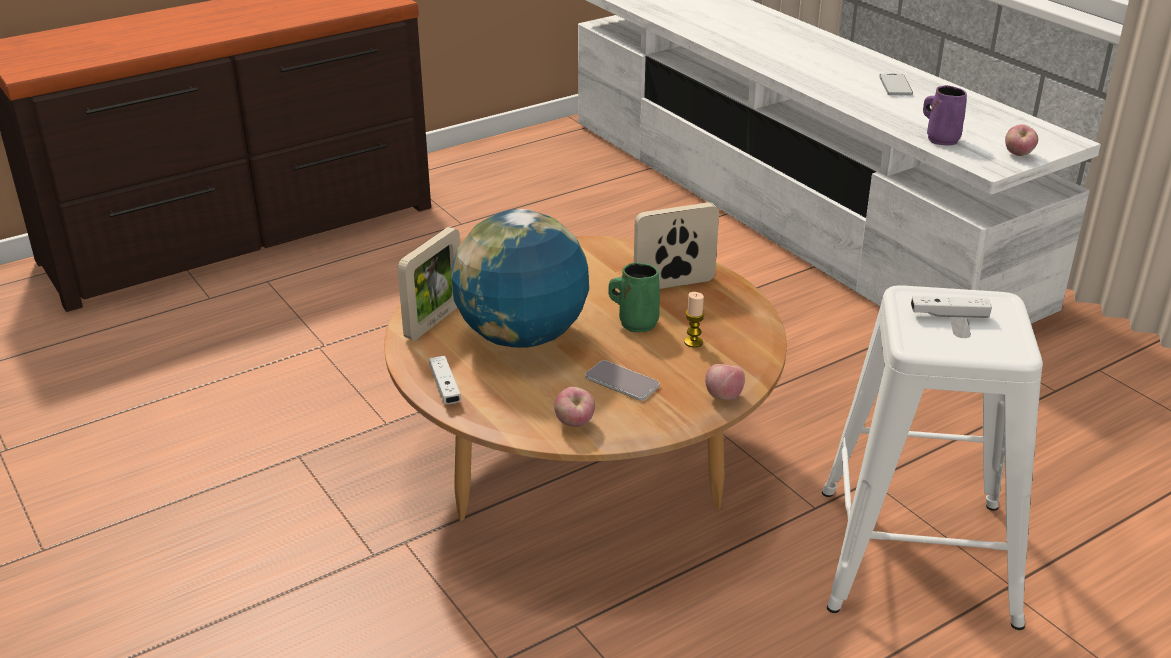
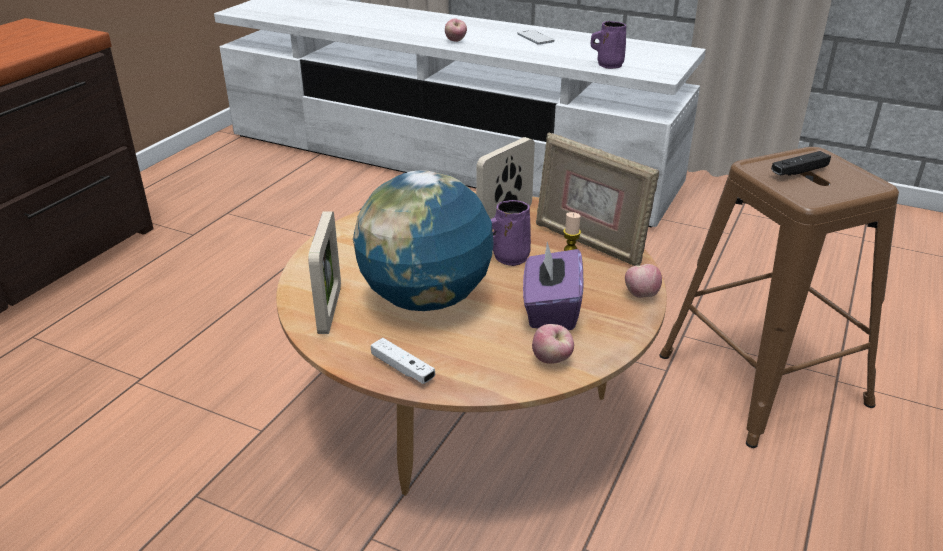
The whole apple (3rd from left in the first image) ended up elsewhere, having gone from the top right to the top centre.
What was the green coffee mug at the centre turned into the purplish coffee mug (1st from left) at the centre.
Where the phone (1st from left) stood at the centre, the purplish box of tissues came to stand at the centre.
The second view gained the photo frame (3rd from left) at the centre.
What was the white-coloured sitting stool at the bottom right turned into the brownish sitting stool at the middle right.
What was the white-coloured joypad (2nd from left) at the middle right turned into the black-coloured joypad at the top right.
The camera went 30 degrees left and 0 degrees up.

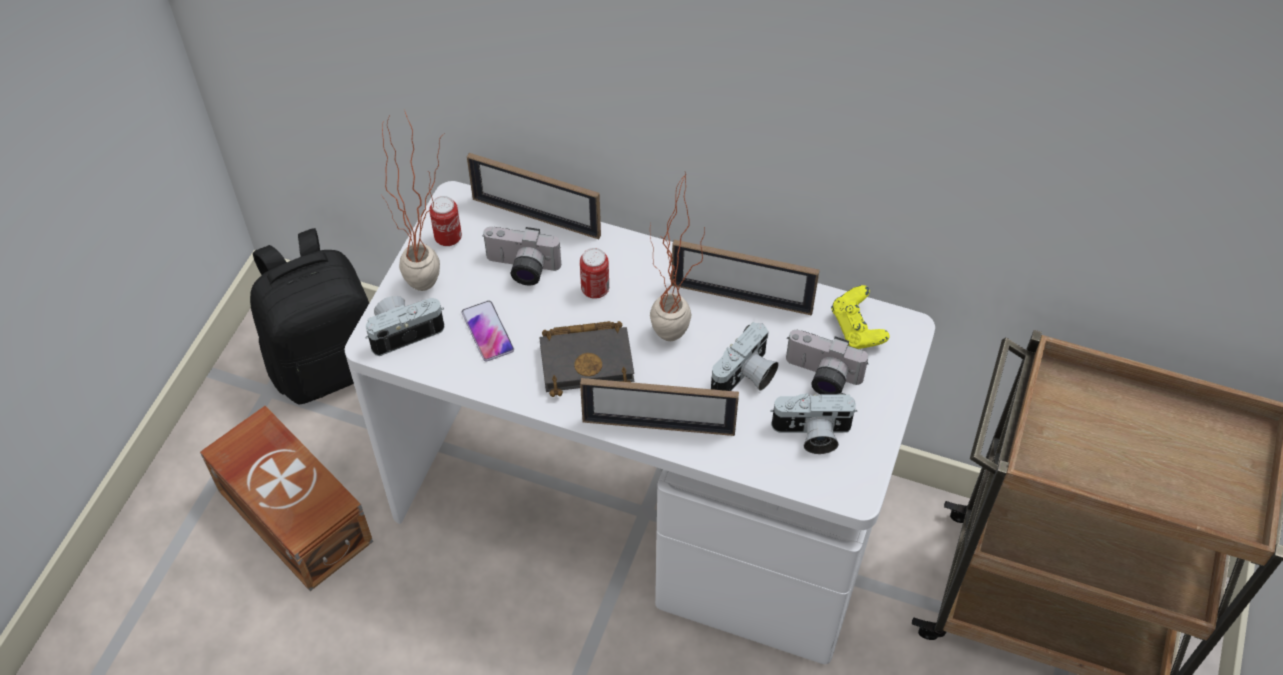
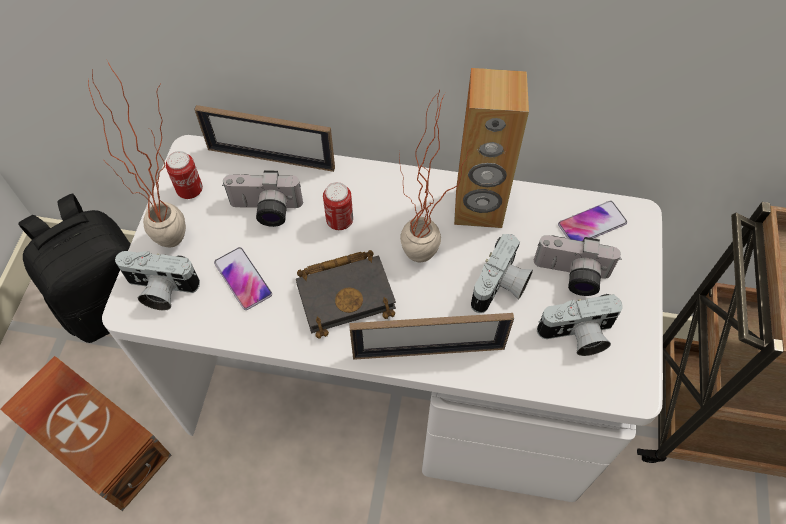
The photo camera (1st from left) at the middle left ended up facing another way, 135 degrees counterclockwise from before.
Where the photo frame (3rd from left) stood at the centre, the brownish audio speaker came to stand at the top centre.
Where the yellow-coloured joypad stood at the middle right, the phone (2nd from left) came to stand at the middle right.
The camera went 10 degrees left and 5 degrees up.

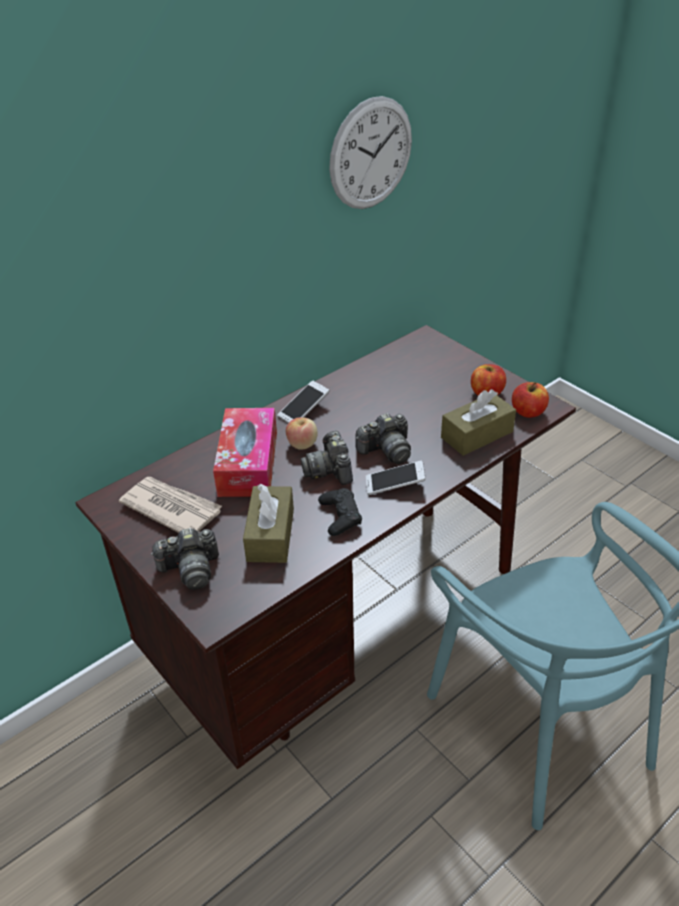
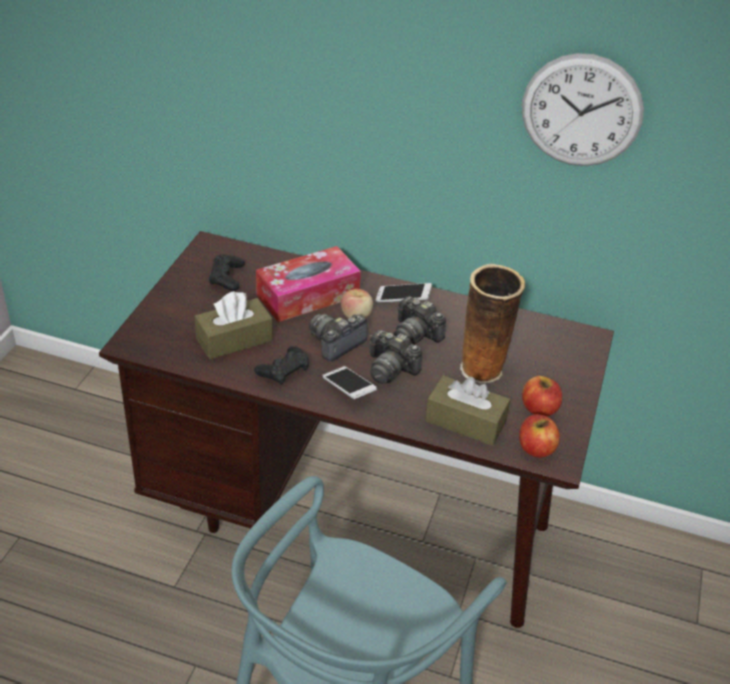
Where the newspaper stood at the middle left, the black-coloured joypad (1st from left) came to stand at the middle left.
The photo camera (1st from left in the first image) ended up elsewhere, having gone from the middle left to the centre.
The second view gained the vase at the middle right.
The camera went 55 degrees right and 0 degrees up.

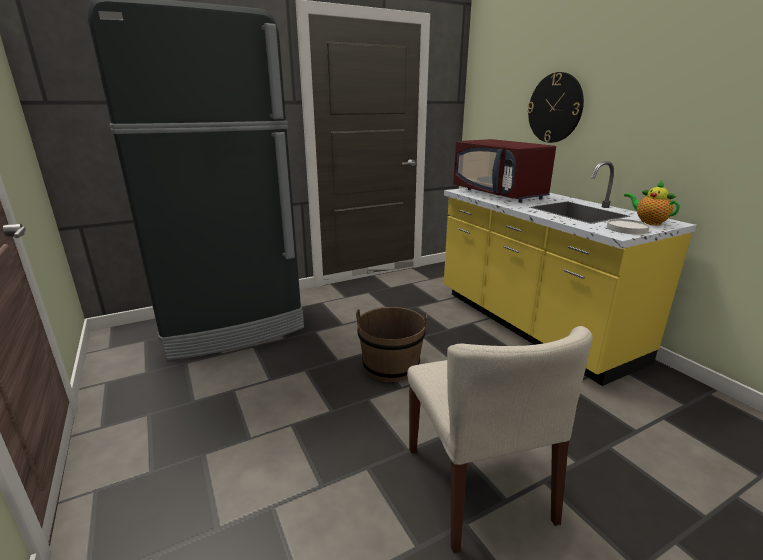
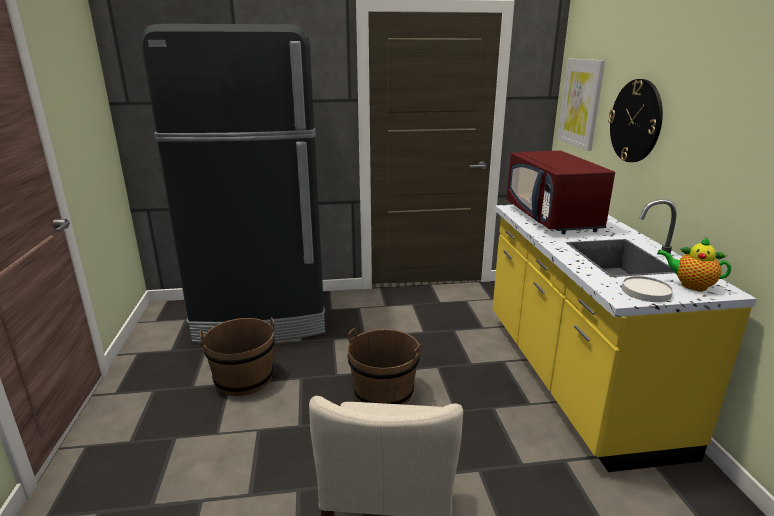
The second view gained the brownish water bucket (1st from left) at the bottom left.
The second view gained the wall art at the top right.
The tea pot at the middle right ended up facing another way, 45 degrees counterclockwise from before.
The camera went 20 degrees right and 0 degrees up.

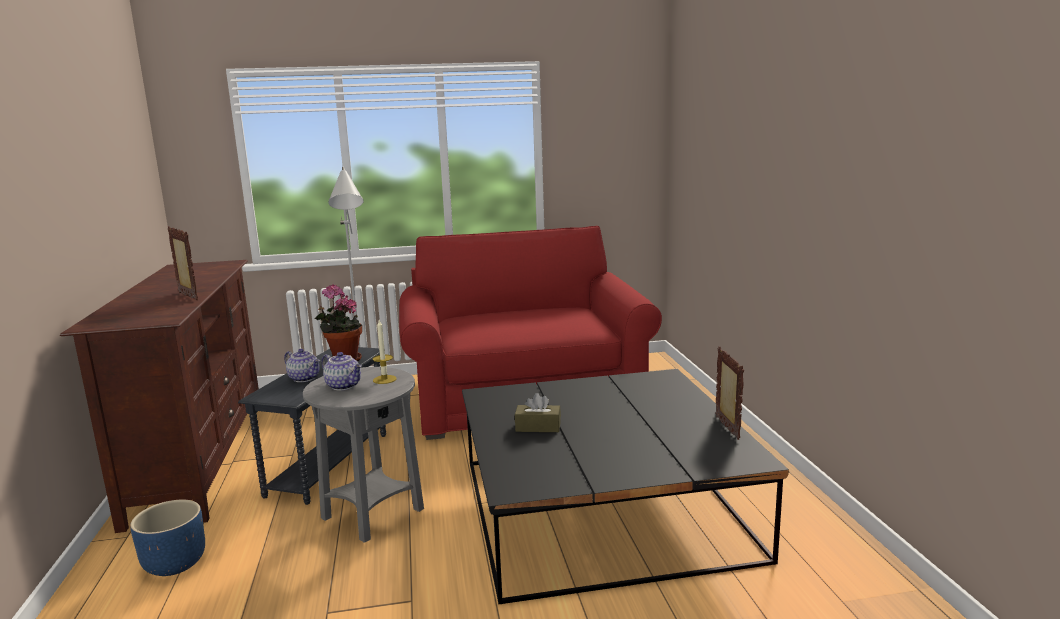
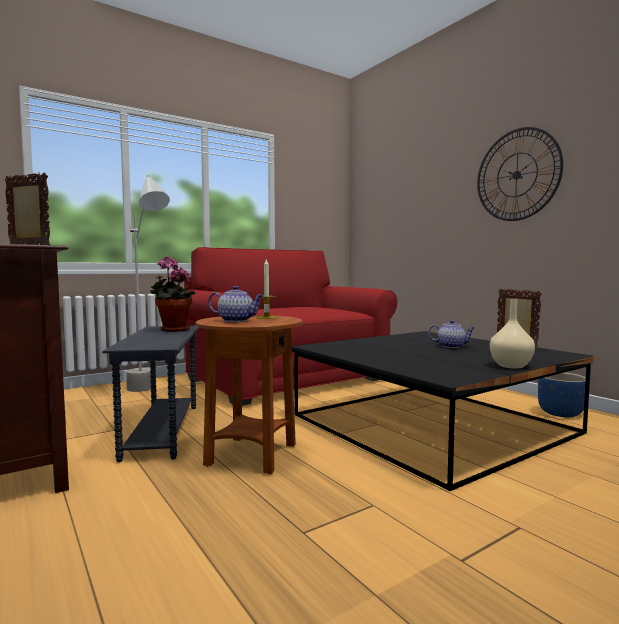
What was the grey side table (2nd from left) at the bottom centre turned into the brownish side table at the centre.
The tea pot (1st from left in the first image) ended up elsewhere, having gone from the middle left to the middle right.
The second view gained the clock on the wall at the top right.
The second view gained the sand-coloured vase at the middle right.
The blue plant pot ended up elsewhere, having gone from the bottom left to the middle right.
The second view lost the brownish box of tissues at the centre.
The camera went 25 degrees left and 10 degrees down.

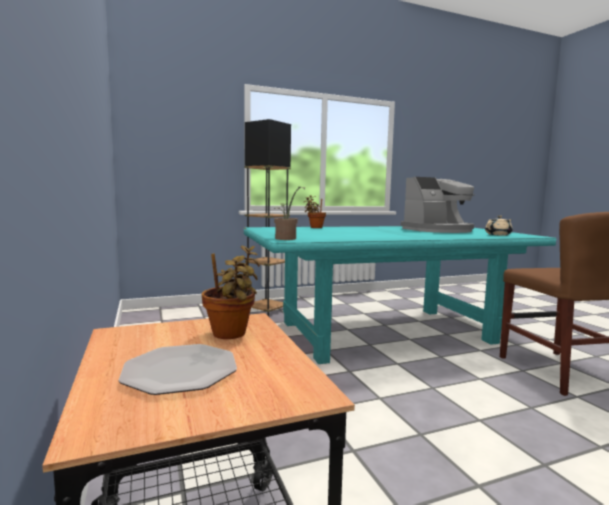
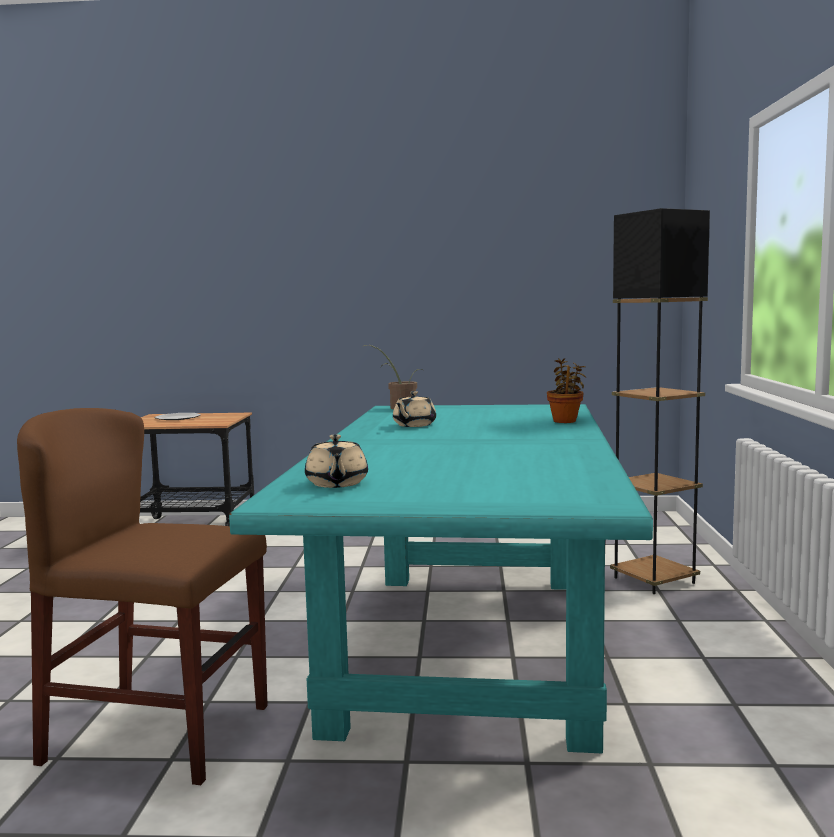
The second view gained the sand-coloured tea pot (2nd from left) at the centre.
The second view lost the houseplant (1st from left) at the centre.
The second view lost the coffee machine at the middle right.
The camera went 115 degrees right and 0 degrees up.

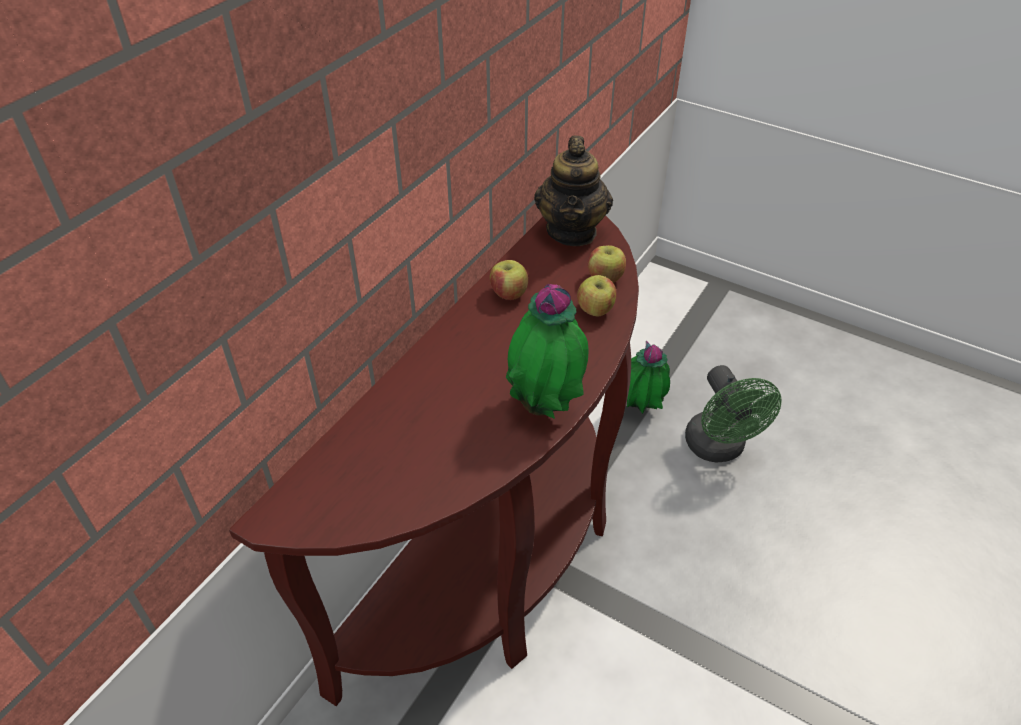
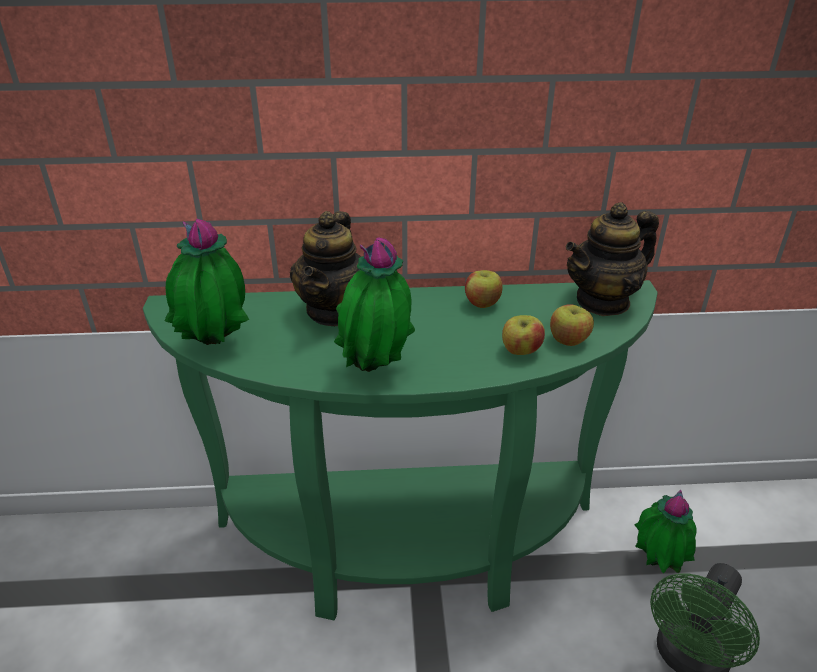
What was the brownish hall table at the centre turned into the green hall table at the bottom centre.
The second view gained the houseplant (1st from left) at the middle left.
The second view gained the tea pot (1st from left) at the centre.
The camera went 55 degrees right and 10 degrees down.

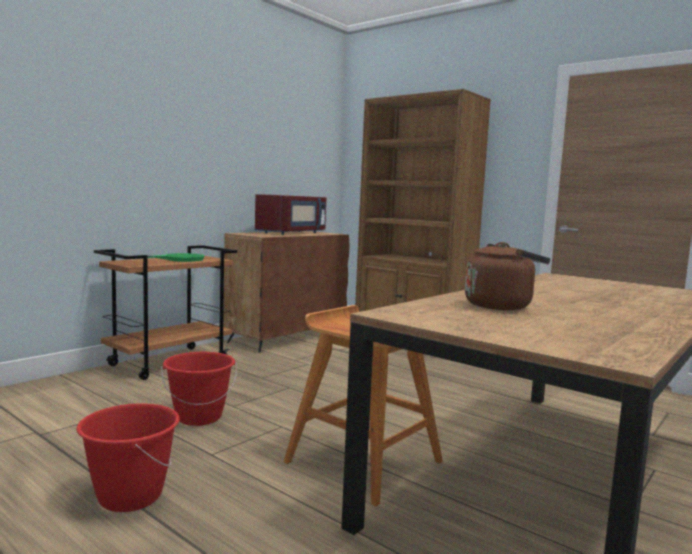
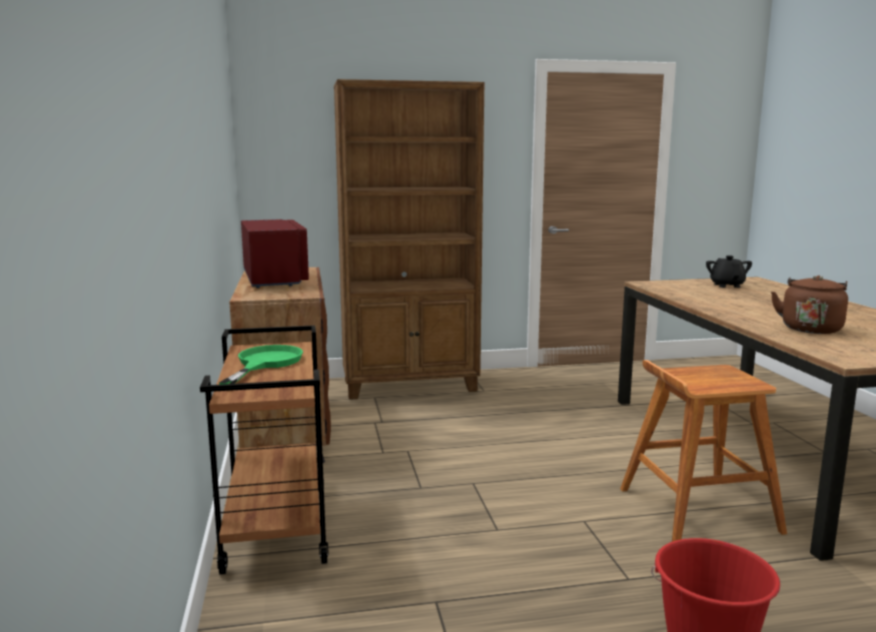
The second view gained the black-coloured tea pot at the middle right.
The second view lost the red-coloured water bucket (2nd from left) at the bottom left.
The camera went 50 degrees left and 5 degrees up.

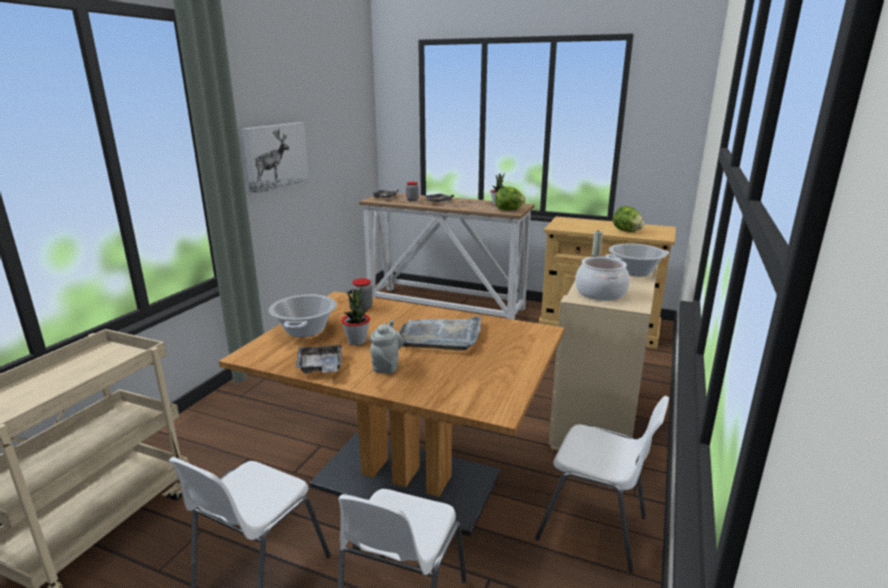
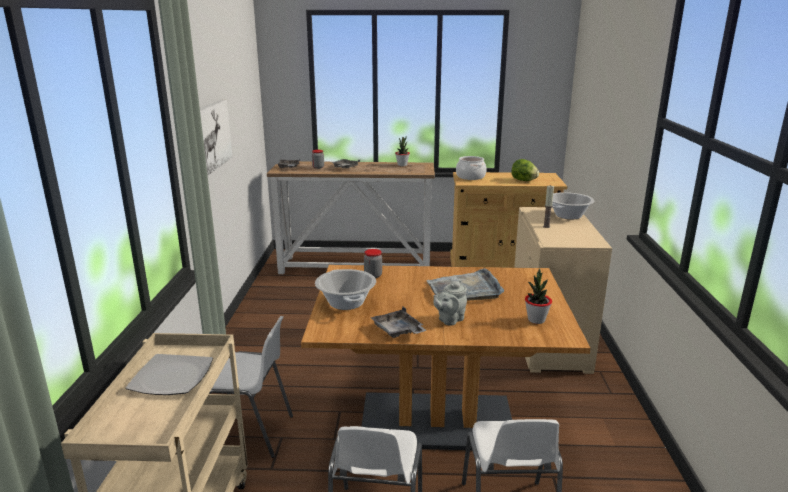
The second view gained the dinner plate at the bottom left.
The white-coloured chair (3rd from left in the first image) ended up elsewhere, having gone from the bottom right to the bottom left.
The grey tea pot at the centre ended up facing another way, 120 degrees counterclockwise from before.
The stockpot (2nd from left) ended up elsewhere, having gone from the middle right to the centre.
The houseplant (1st from left in the first image) ended up elsewhere, having gone from the centre to the middle right.
The second view lost the head of lettuce (1st from left) at the centre.
The camera went 20 degrees left and 0 degrees up.

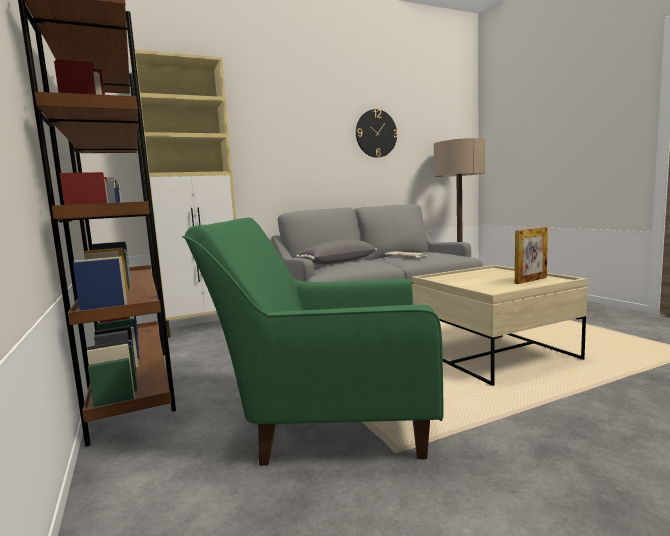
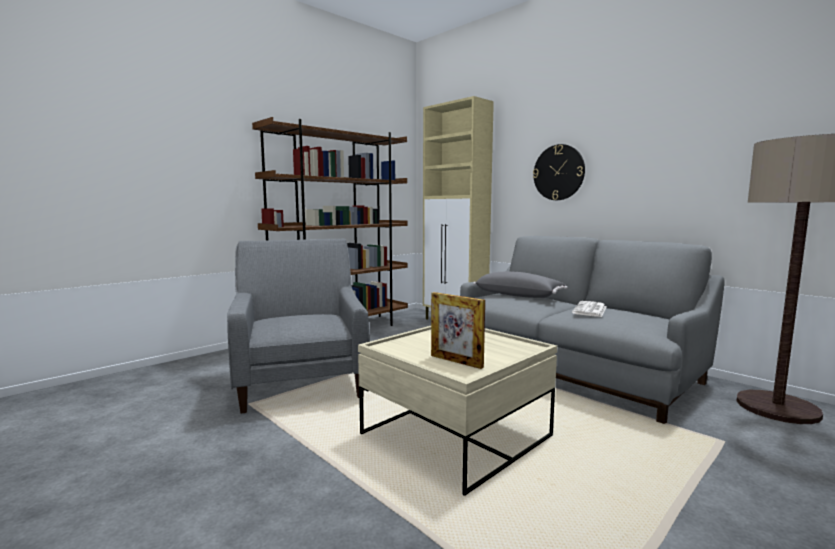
What was the green armchair at the centre turned into the grey armchair at the centre.
The clock on the wall ended up elsewhere, having gone from the top centre to the top right.
The camera went 70 degrees right and 0 degrees up.

